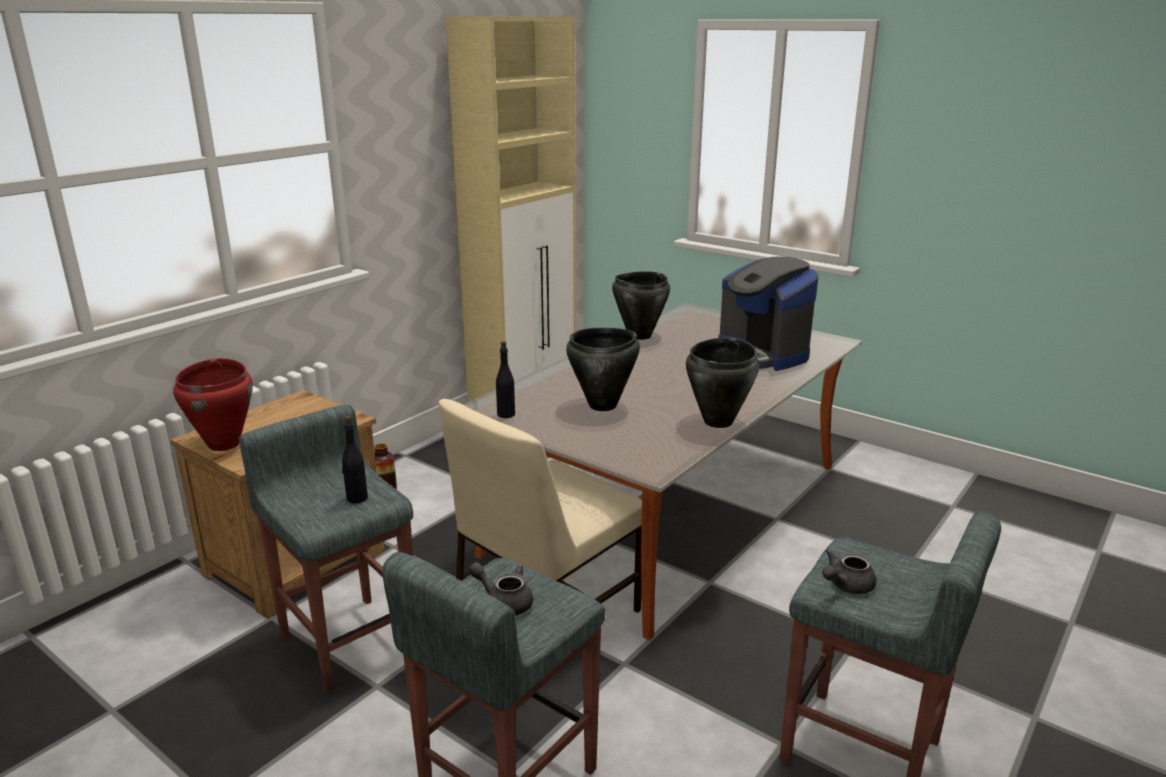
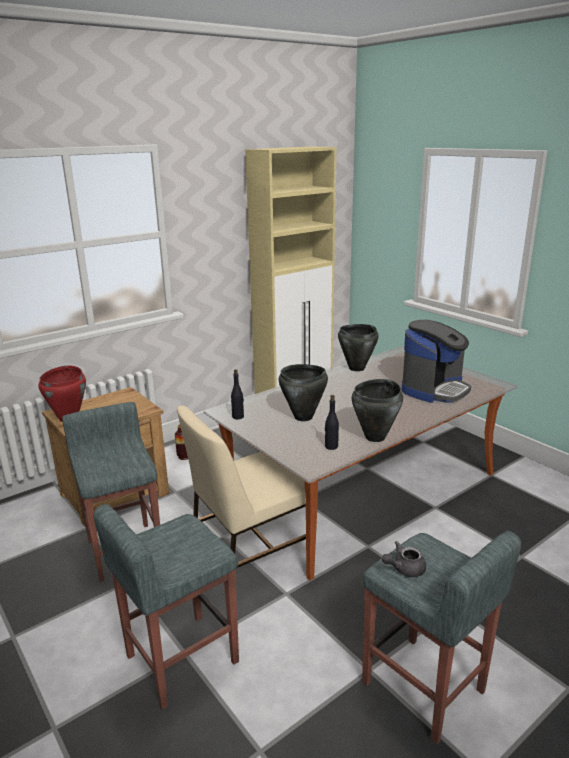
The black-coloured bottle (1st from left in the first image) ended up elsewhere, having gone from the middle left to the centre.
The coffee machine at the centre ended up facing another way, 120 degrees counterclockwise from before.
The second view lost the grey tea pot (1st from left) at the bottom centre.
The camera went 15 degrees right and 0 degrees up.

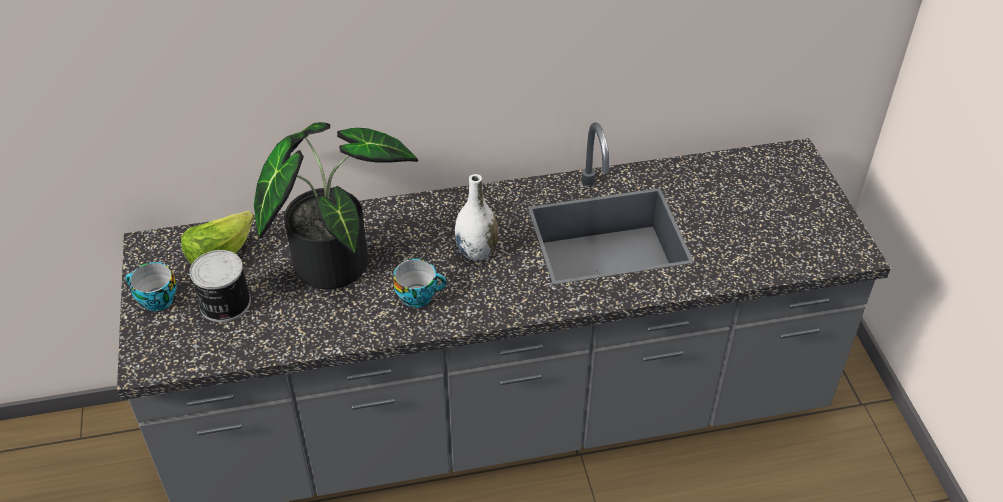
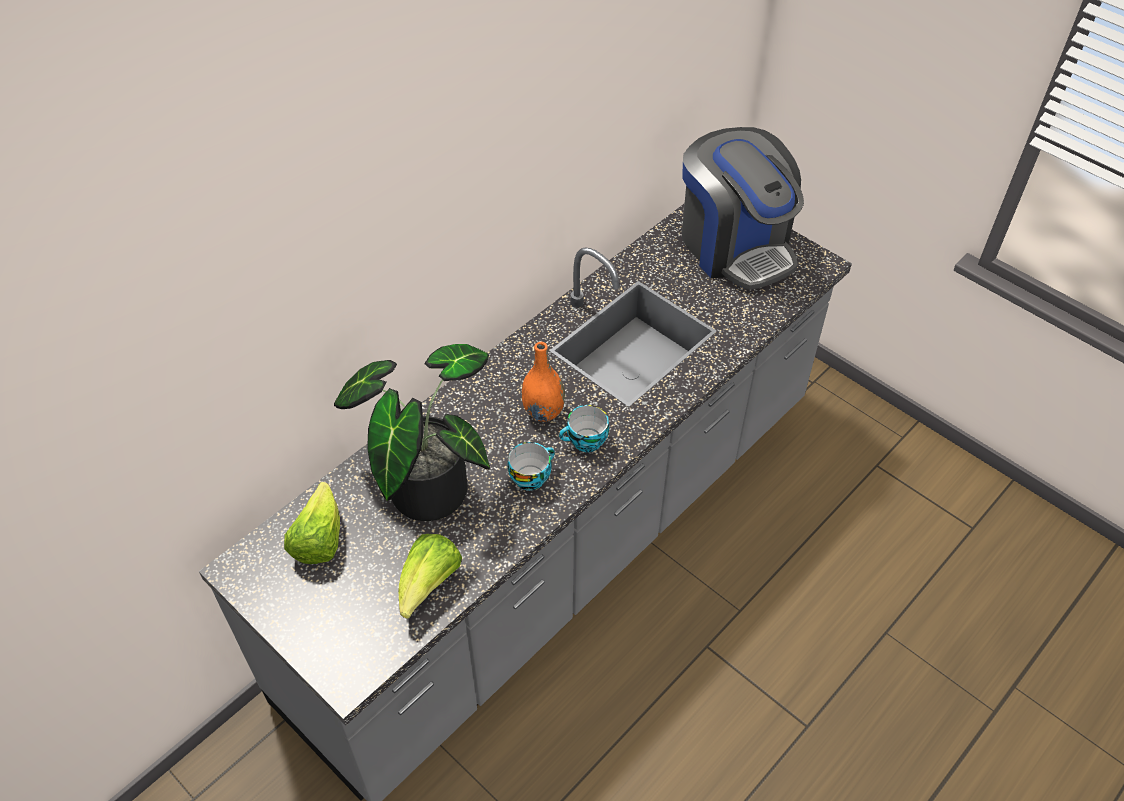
The second view gained the head of lettuce (2nd from left) at the bottom centre.
What was the white-coloured vase at the centre turned into the orangey vase at the centre.
The cup (1st from left in the first image) ended up elsewhere, having gone from the middle left to the centre.
The second view gained the coffee machine at the top centre.
The second view lost the metal can at the middle left.
The camera went 35 degrees left and 5 degrees up.

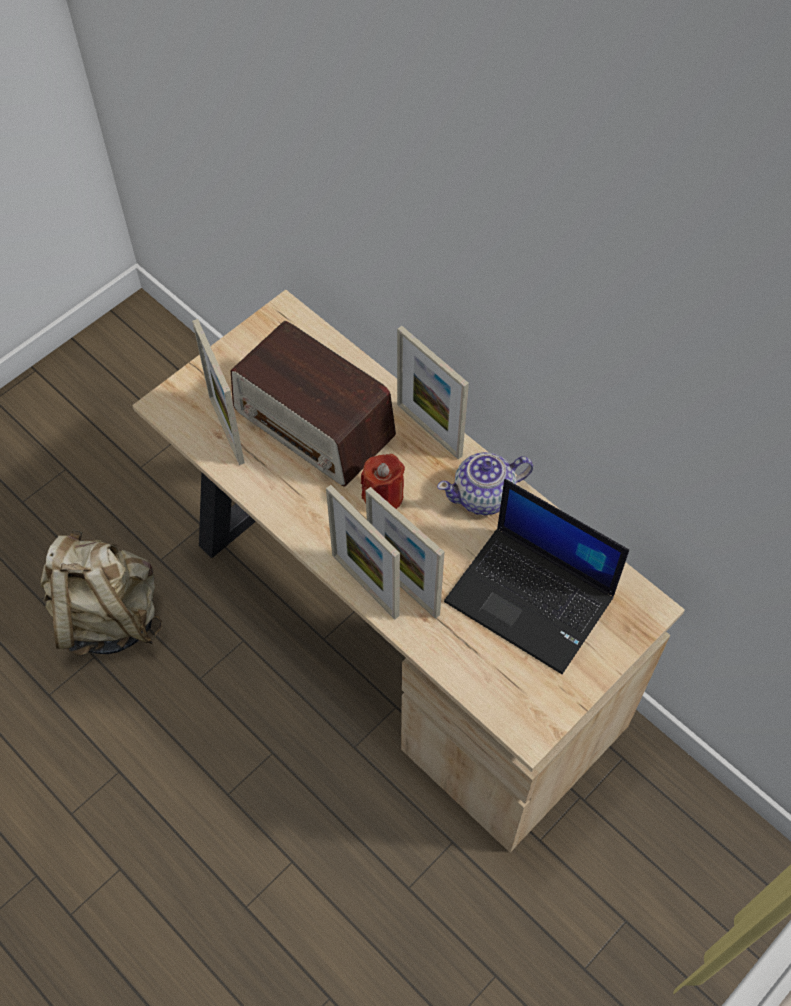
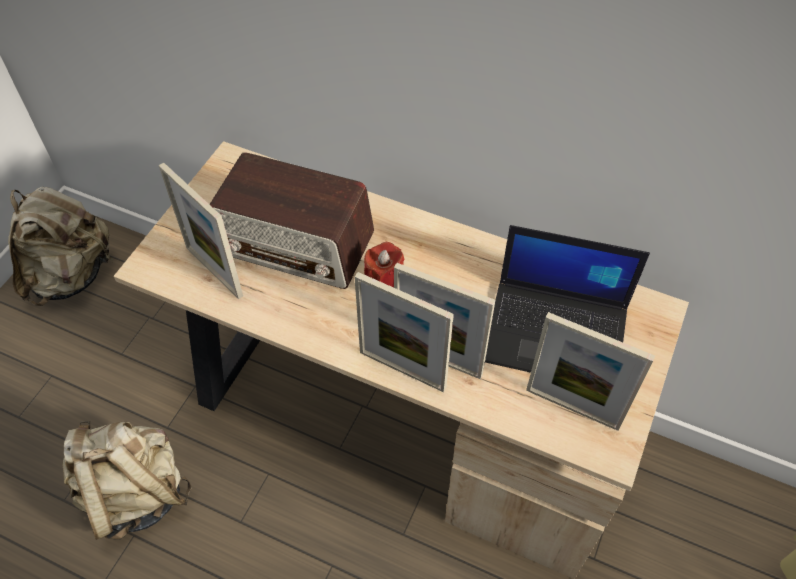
The second view gained the sand-coloured rucksack (1st from left) at the middle left.
The photo frame (4th from left) ended up elsewhere, having gone from the centre to the middle right.
The second view lost the tea pot at the centre.
The camera went 20 degrees left and 5 degrees down.

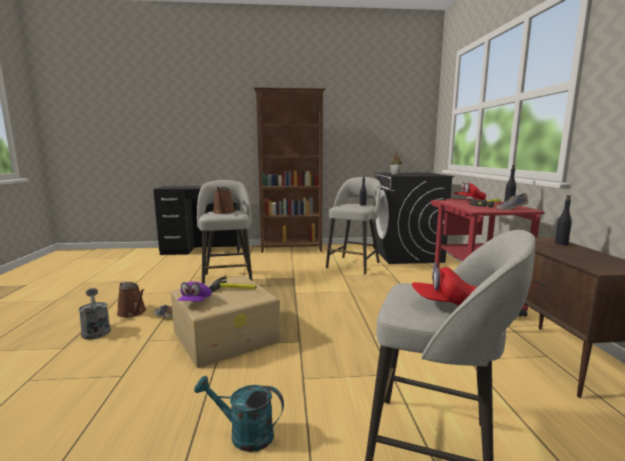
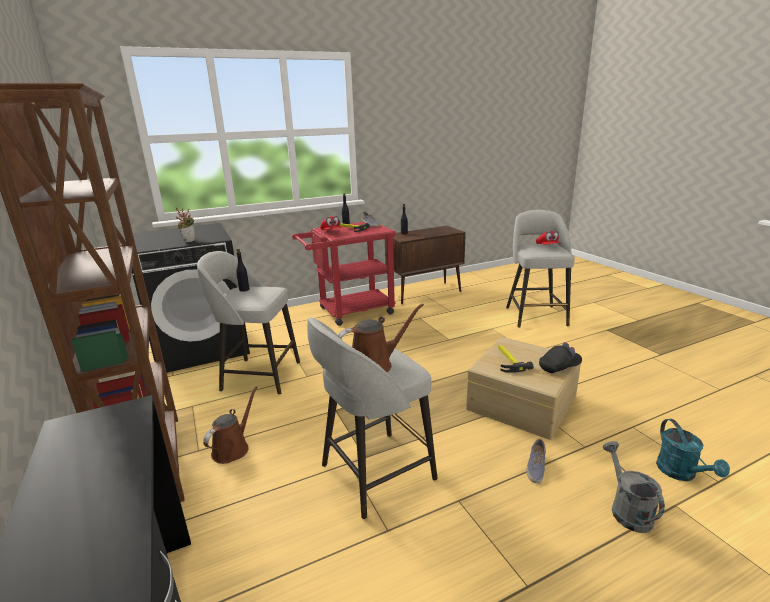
The brownish watering can (1st from left) ended up elsewhere, having gone from the middle left to the bottom left.
What was the purplish peaked cap at the middle left turned into the black-coloured peaked cap at the middle right.
The grey watering can at the bottom left ended up facing another way, 135 degrees clockwise from before.
The blue-green watering can ended up elsewhere, having gone from the bottom centre to the bottom right.
The camera went 110 degrees left and 10 degrees up.

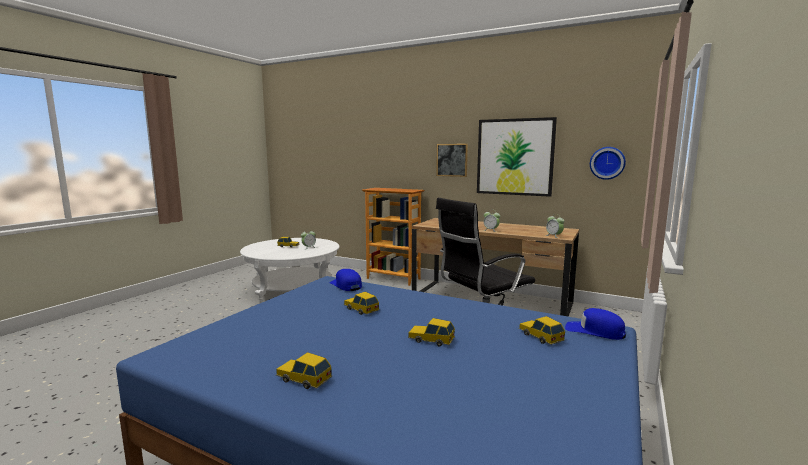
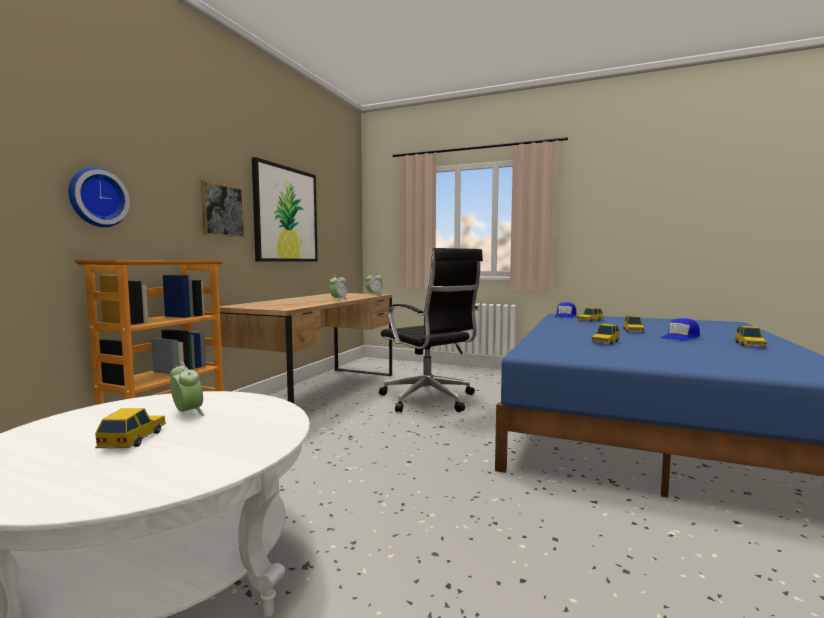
The clock on the wall ended up elsewhere, having gone from the middle right to the top left.
The blue peaked cap (1st from left in the first image) ended up elsewhere, having gone from the centre to the middle right.
The camera went 95 degrees left and 5 degrees down.

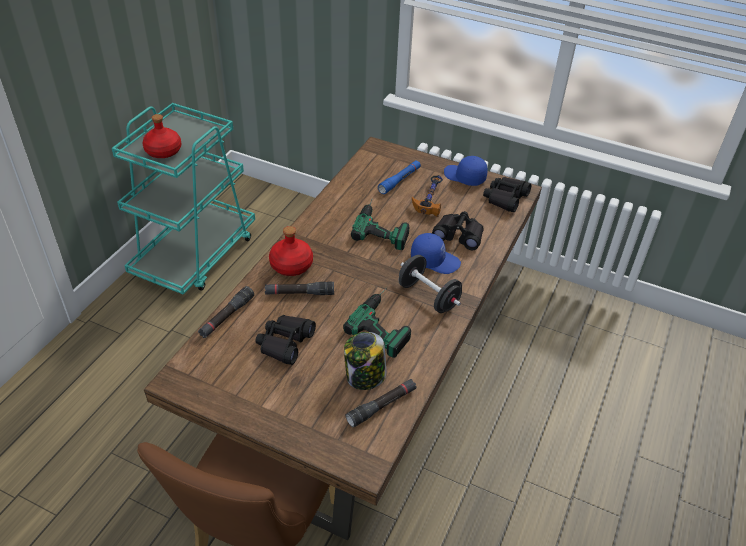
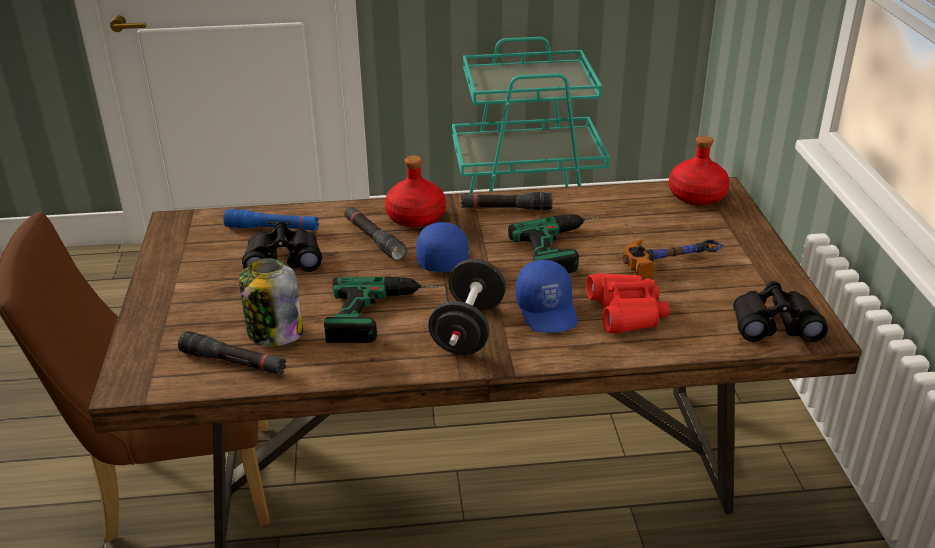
The blue torch ended up elsewhere, having gone from the top centre to the middle left.
The blue peaked cap (2nd from left in the first image) ended up elsewhere, having gone from the top centre to the centre.
The black-coloured torch (1st from left in the first image) ended up elsewhere, having gone from the middle left to the centre.
What was the black-coloured binoculars (2nd from left) at the centre turned into the red-coloured binoculars at the middle right.
The red-coloured bottle (1st from left in the first image) ended up elsewhere, having gone from the top left to the top right.
The camera went 60 degrees right and 10 degrees down.

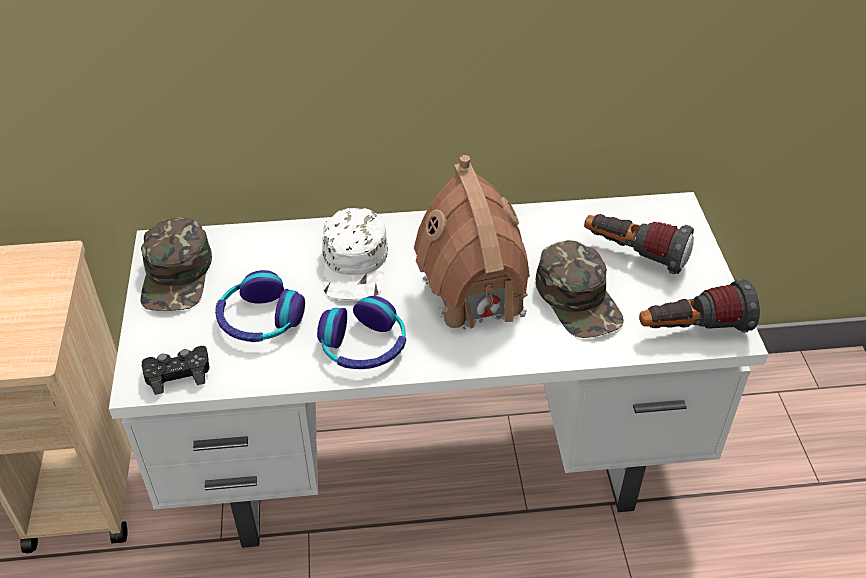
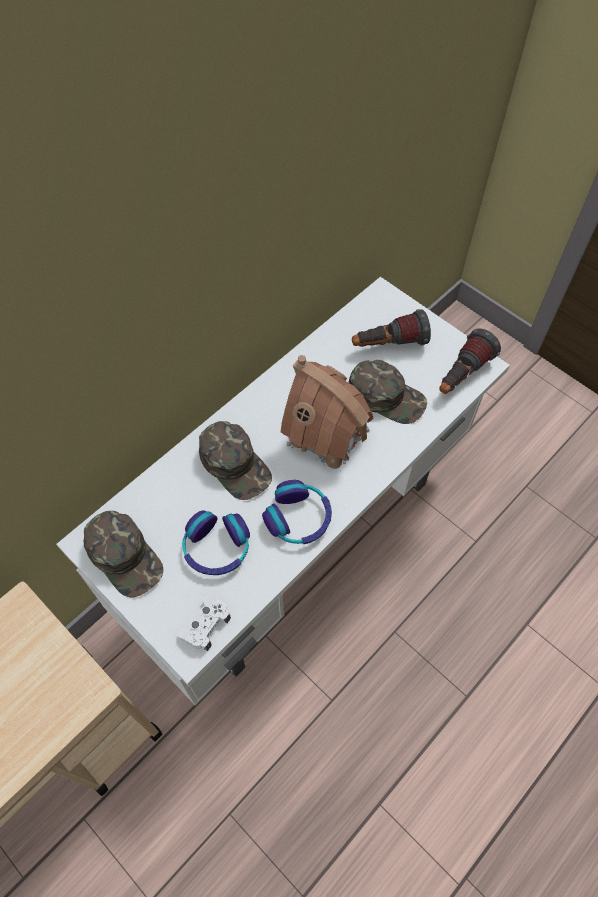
What was the black-coloured joypad at the middle left turned into the white-coloured joypad at the bottom centre.
What was the white-coloured peaked cap at the centre turned into the green peaked cap (2nd from left) at the centre.
The camera went 40 degrees left and 15 degrees up.

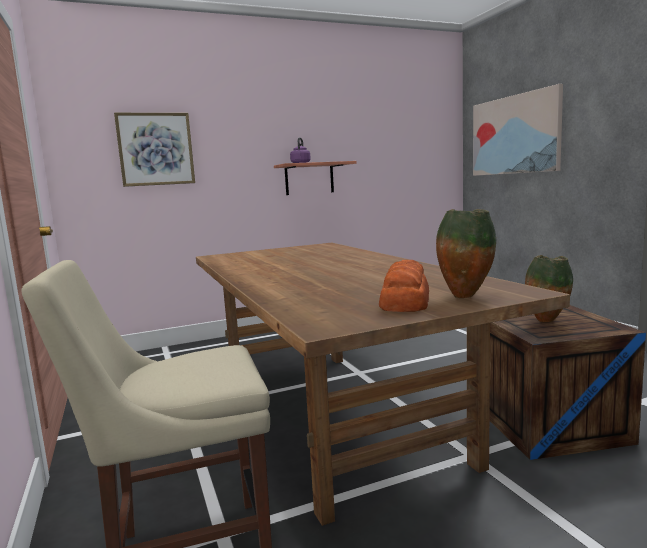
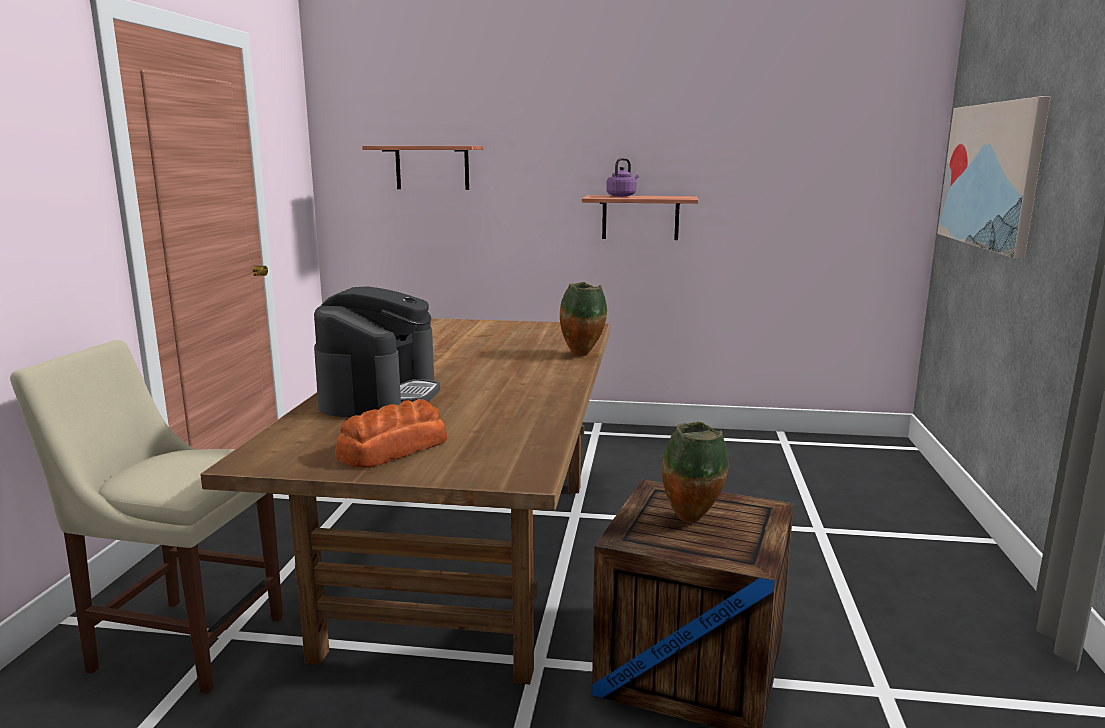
The second view gained the coffee machine at the centre.
Where the wall art (1st from left) hung at the top left, the bracket shelf (1st from left) came to hang at the top centre.
The vase (1st from left) ended up elsewhere, having gone from the middle right to the centre.
The camera went 30 degrees right and 5 degrees up.

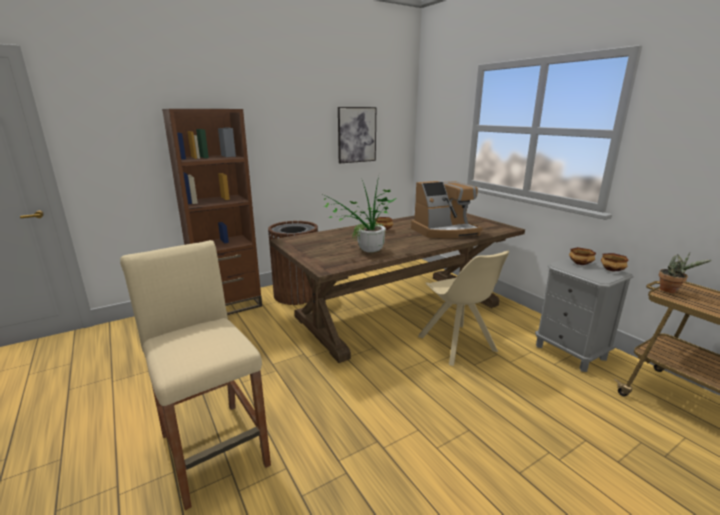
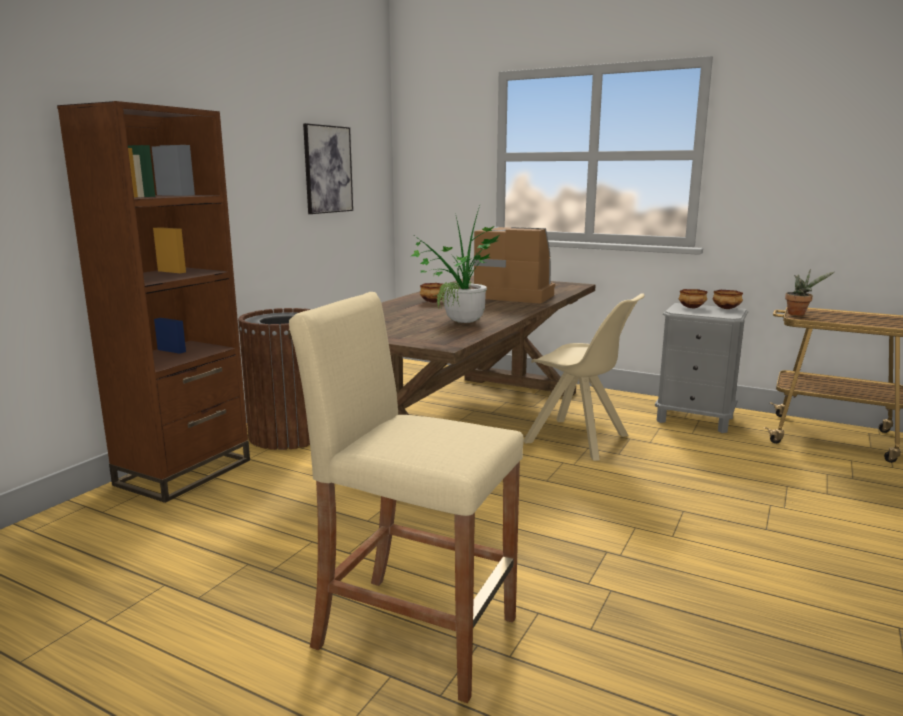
The coffee machine at the centre ended up facing another way, 105 degrees counterclockwise from before.
The camera went 30 degrees left and 5 degrees down.

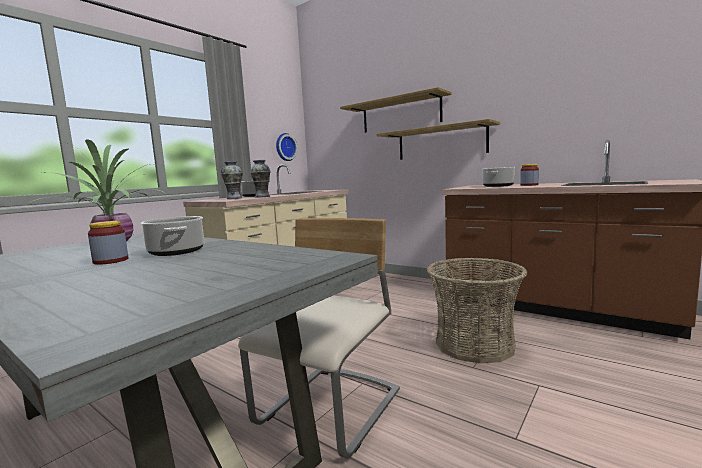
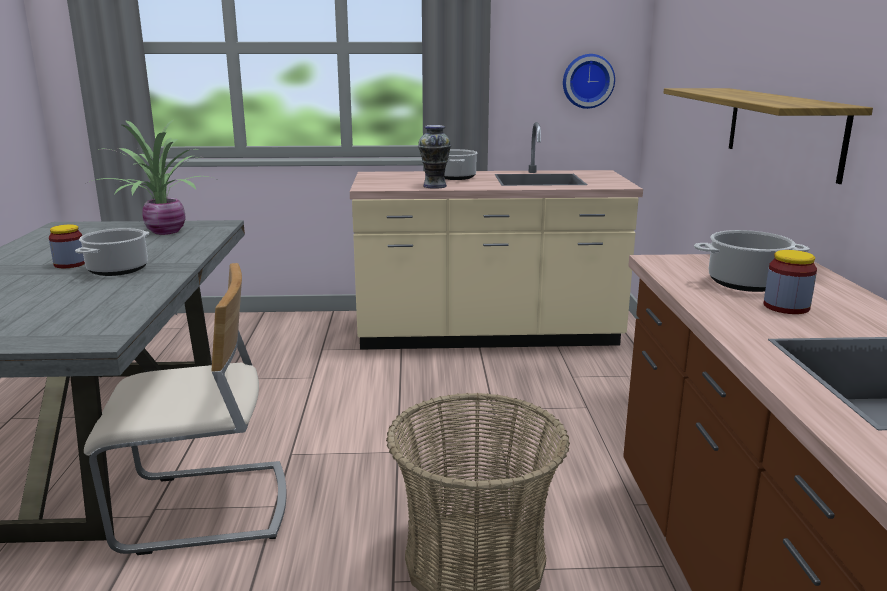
The second view lost the vase (1st from left) at the middle left.
The second view lost the bracket shelf (1st from left) at the top centre.
The camera went 50 degrees right and 10 degrees up.

